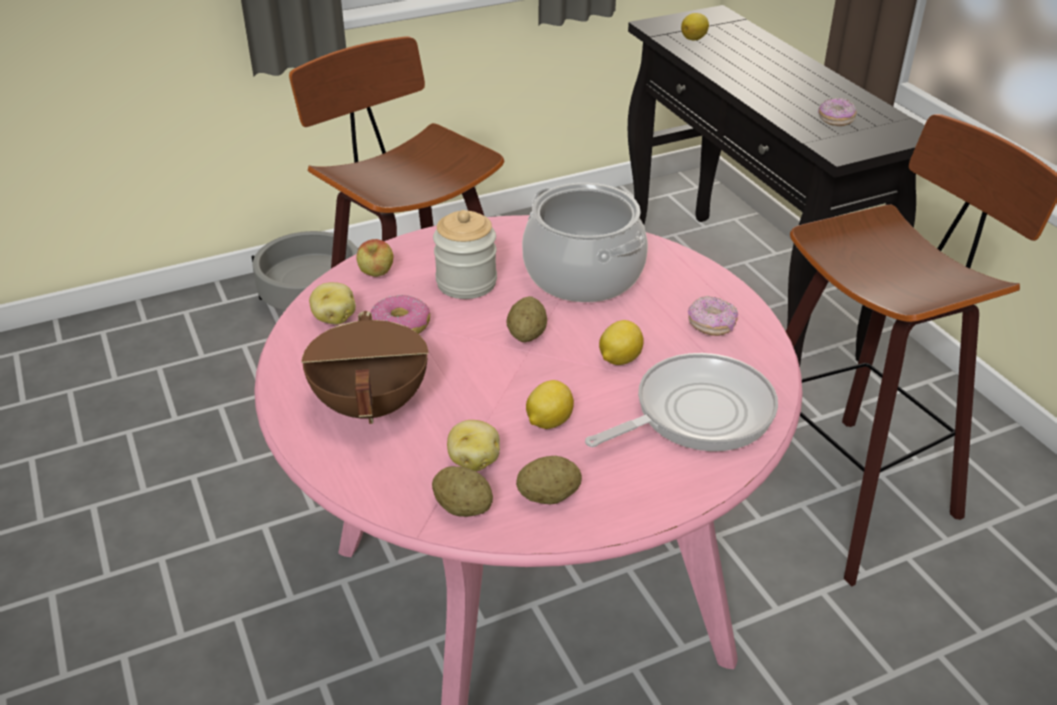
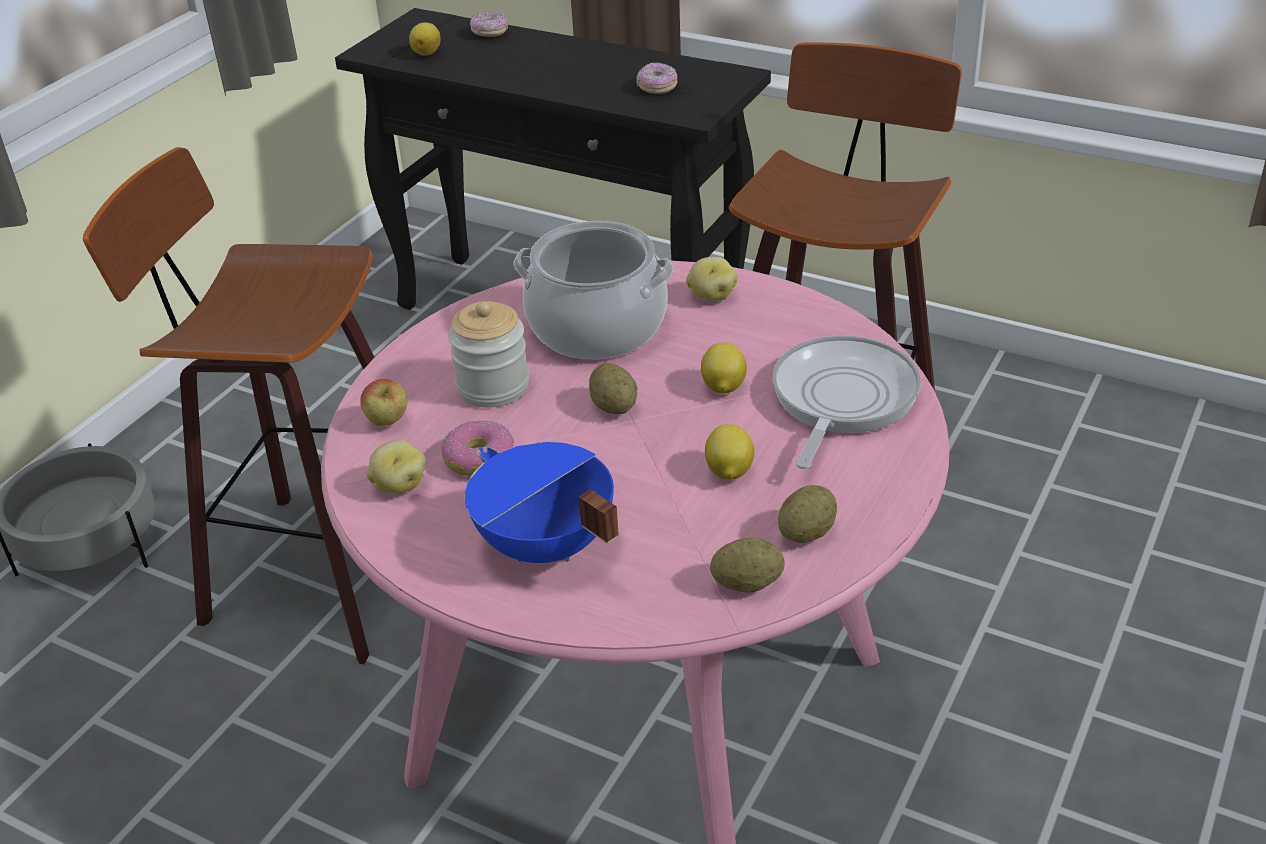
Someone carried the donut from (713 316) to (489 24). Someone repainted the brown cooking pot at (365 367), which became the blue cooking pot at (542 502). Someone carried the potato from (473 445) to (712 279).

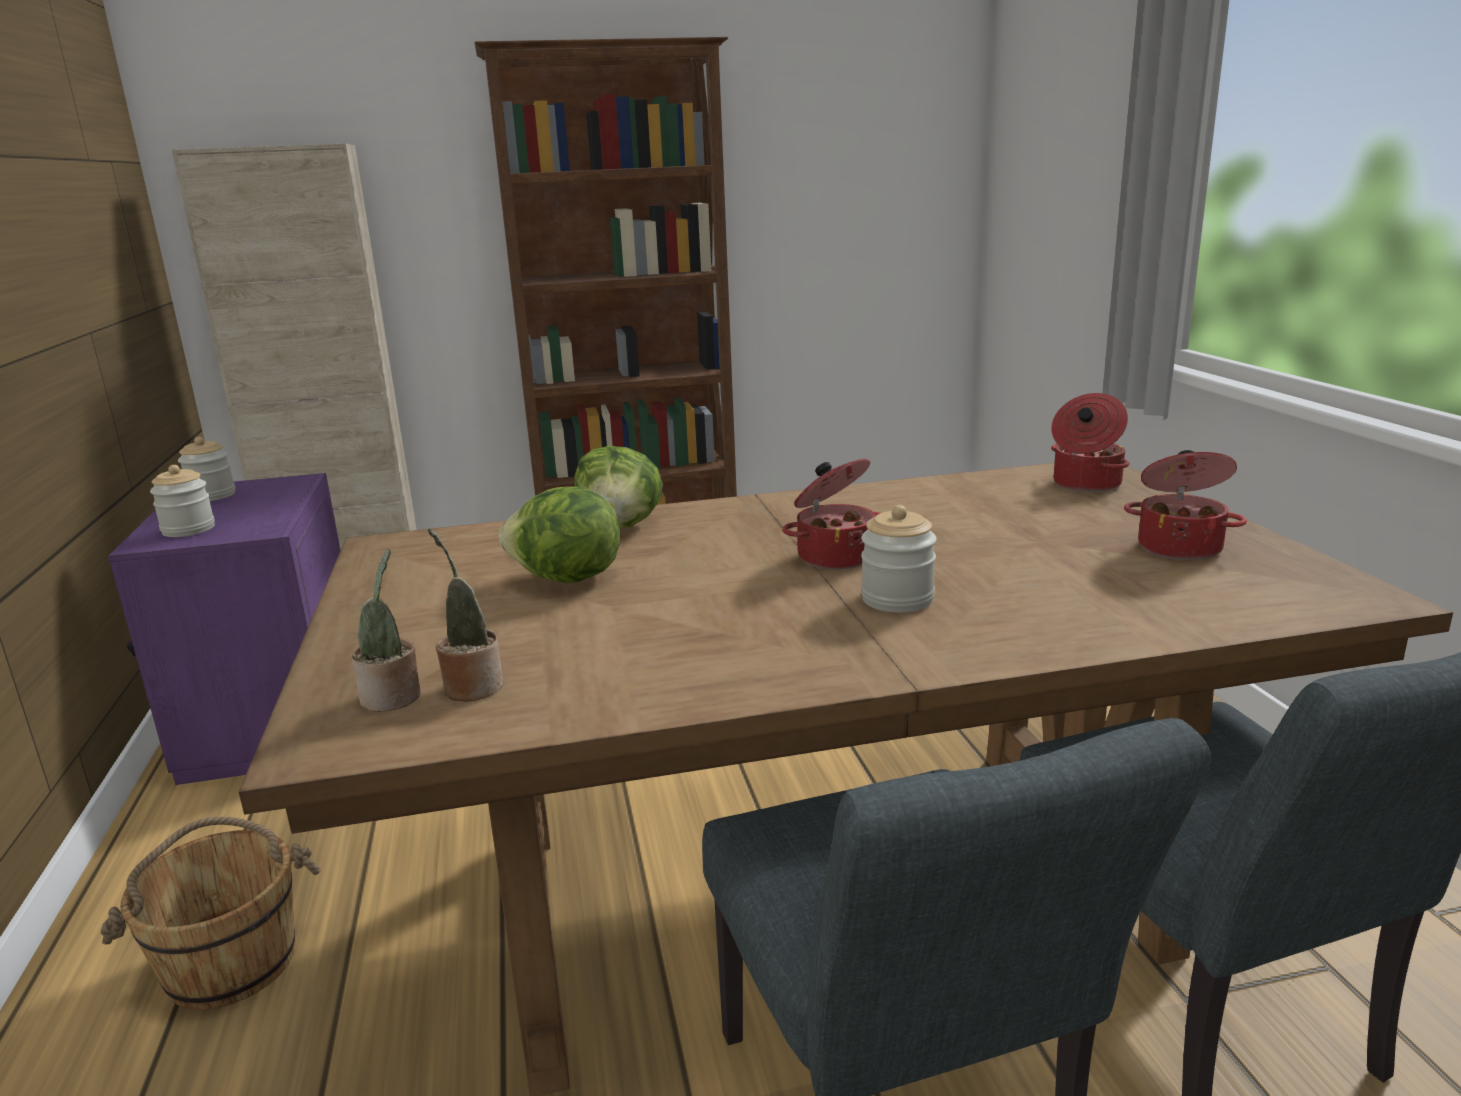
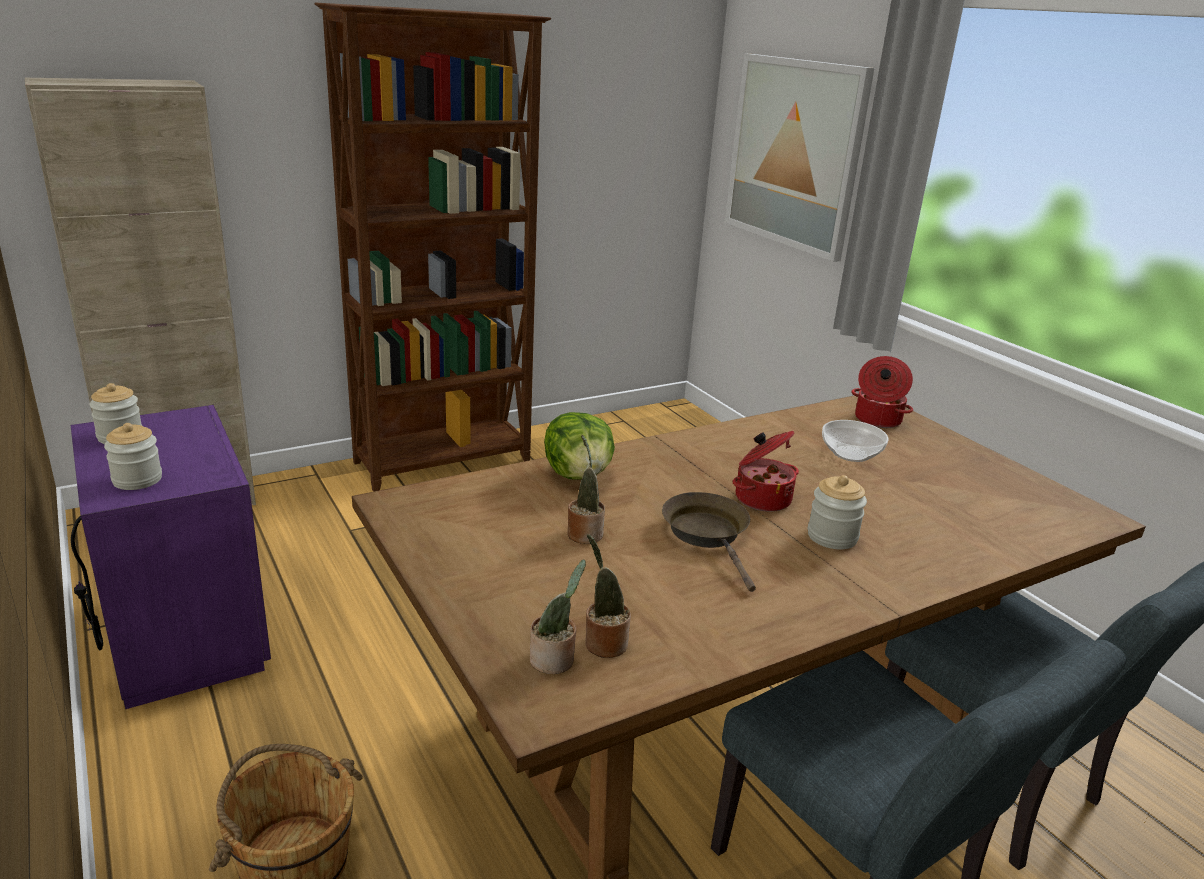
Someone took away the cooking pot at (1185 505). Someone swapped the lettuce at (559 535) for the potted plant at (586 489). Someone put up the picture at (799 158). Someone put down the bowl at (855 441). Someone put down the brown frying pan at (709 542).

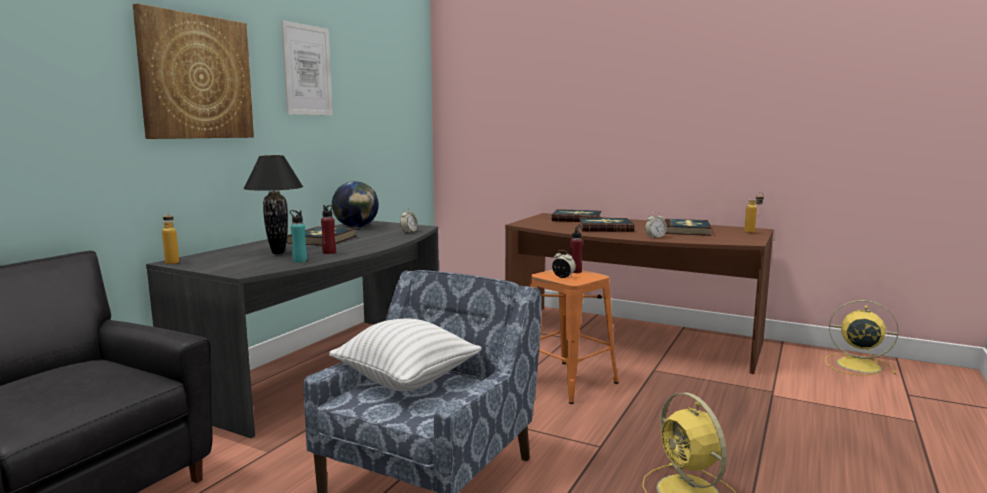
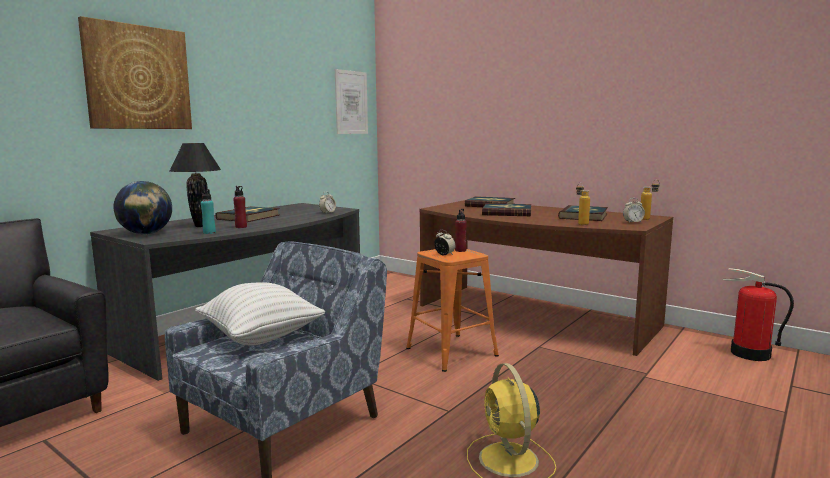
Someone carried the picture from (307 67) to (351 101). Someone carried the globe from (355 204) to (142 207). Someone carried the bottle from (170 237) to (583 203). Someone carried the alarm clock from (656 225) to (634 210). Someone swapped the yellow fan at (862 337) for the fire extinguisher at (758 314).

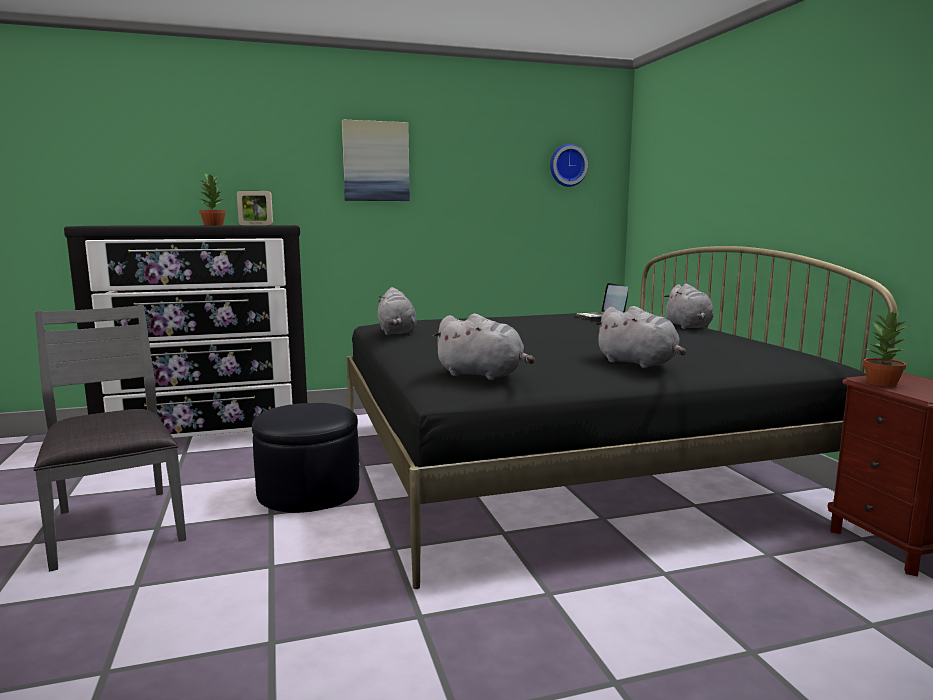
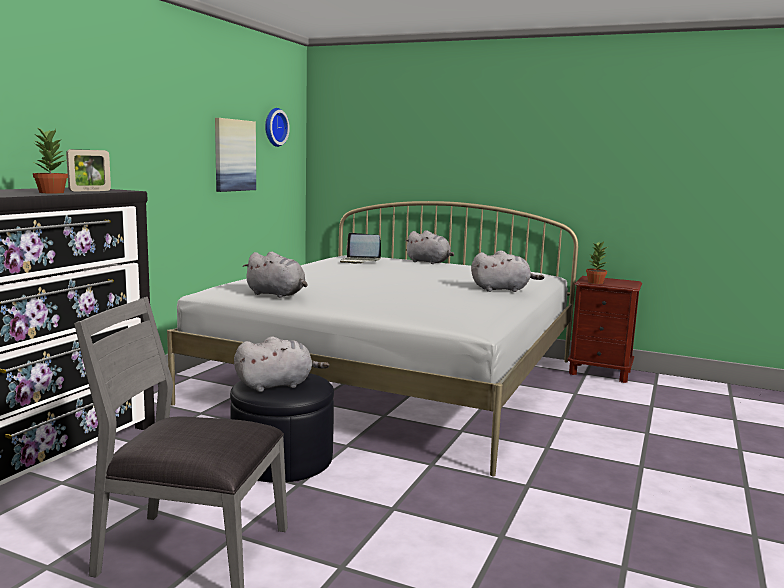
Someone carried the picture from (376 160) to (235 155). Someone repainted the black bed at (622 417), which became the white bed at (372 338). Someone carried the grey plush toy from (483 347) to (281 364).

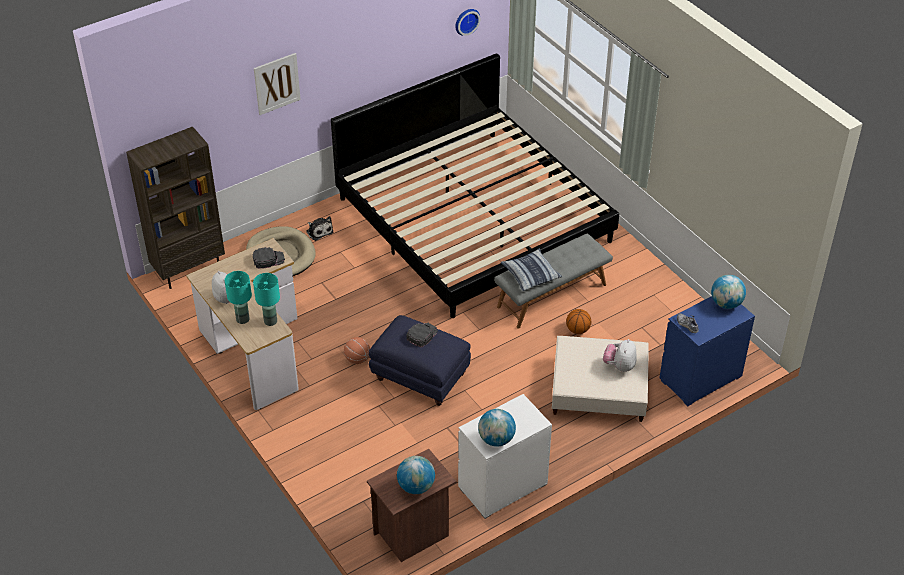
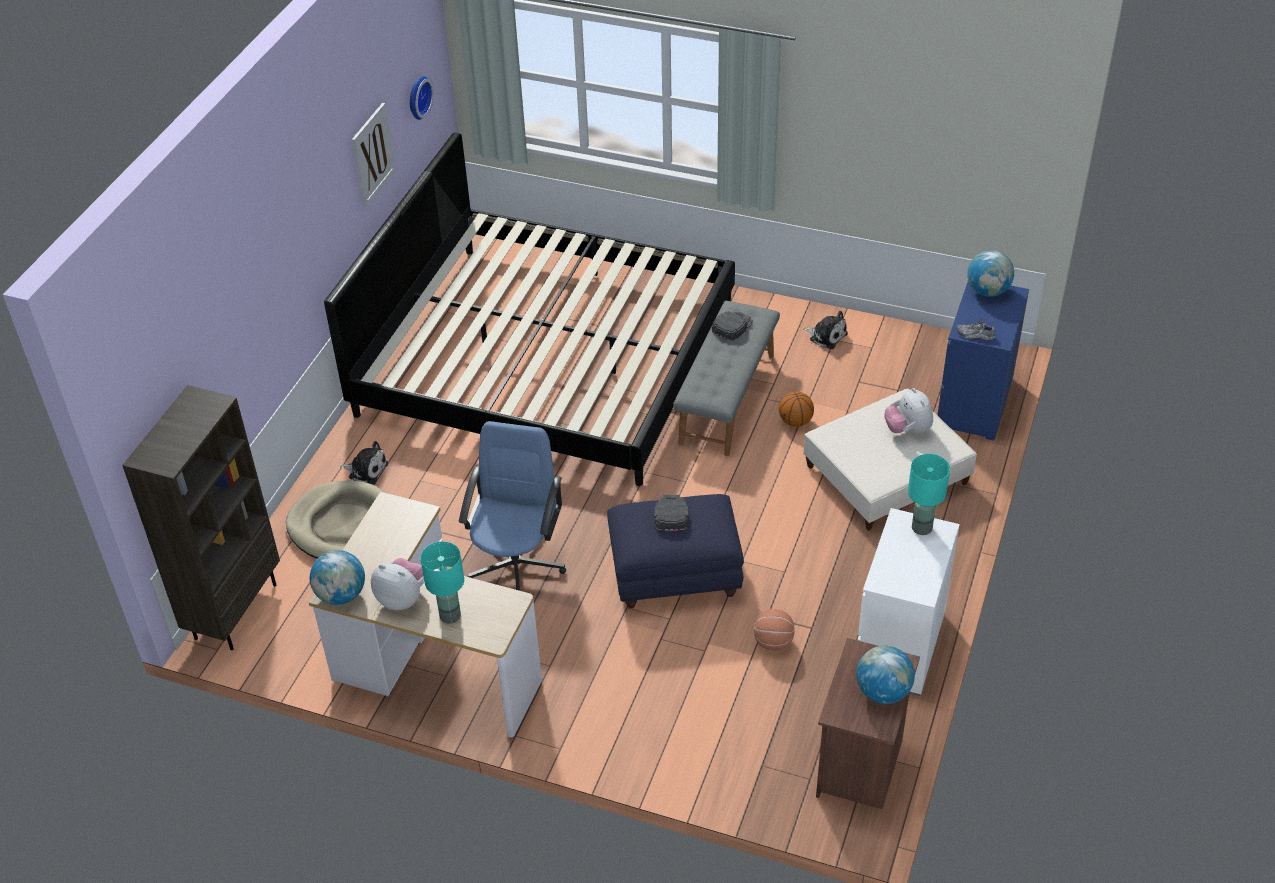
Someone carried the picture from (277 84) to (373 155). Someone carried the black cap from (269 258) to (732 326). Someone took away the pillow at (531 270). Someone carried the turquoise table lamp from (266 299) to (929 494). Someone carried the basketball from (357 350) to (774 630). Someone carried the globe from (497 427) to (337 577). Someone put down the plush toy at (825 330). Someone put down the blue office chair at (512 506).

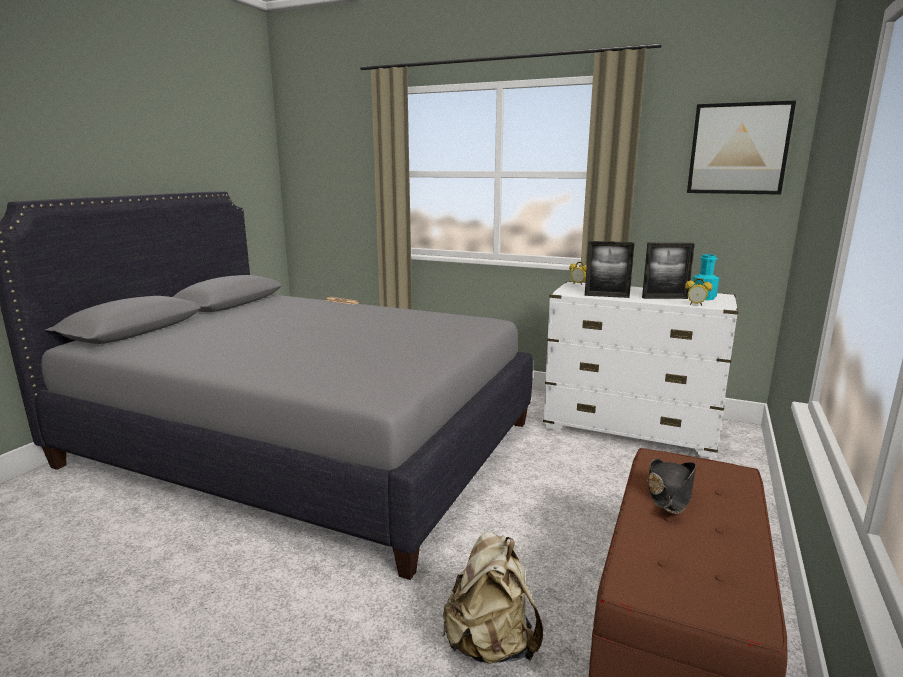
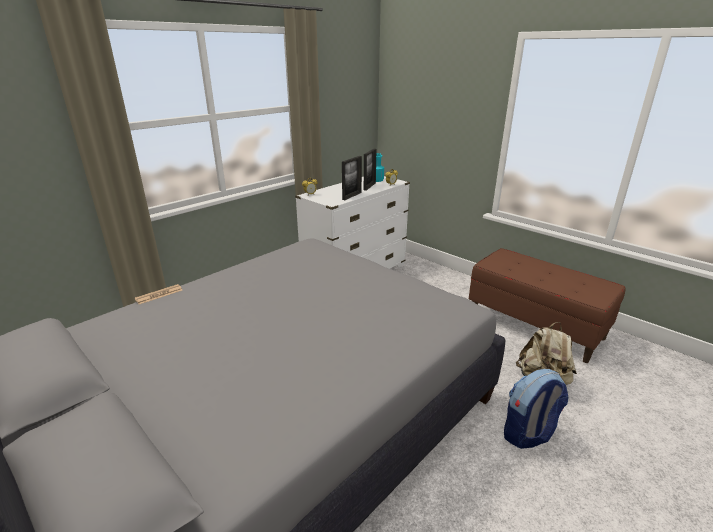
Someone took away the picture at (741 147). Someone took away the black hat at (671 486). Someone put down the backpack at (536 409).

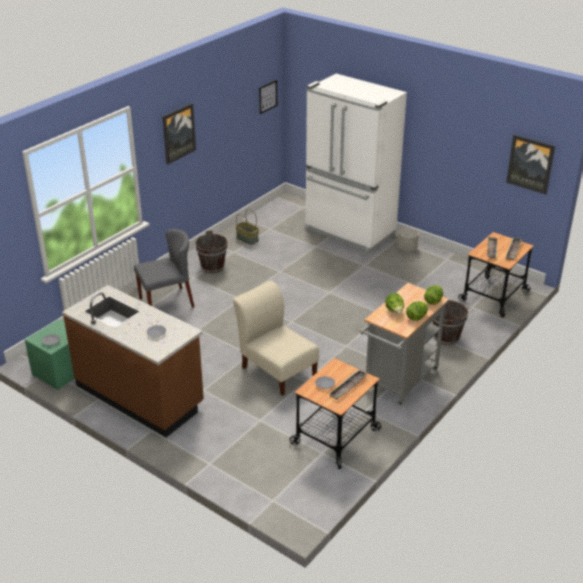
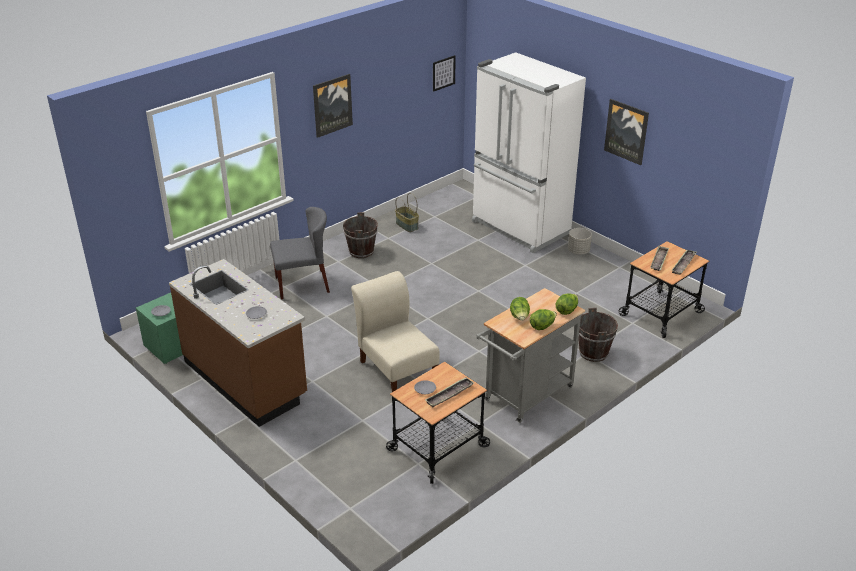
Someone carried the picture from (530 165) to (626 132).

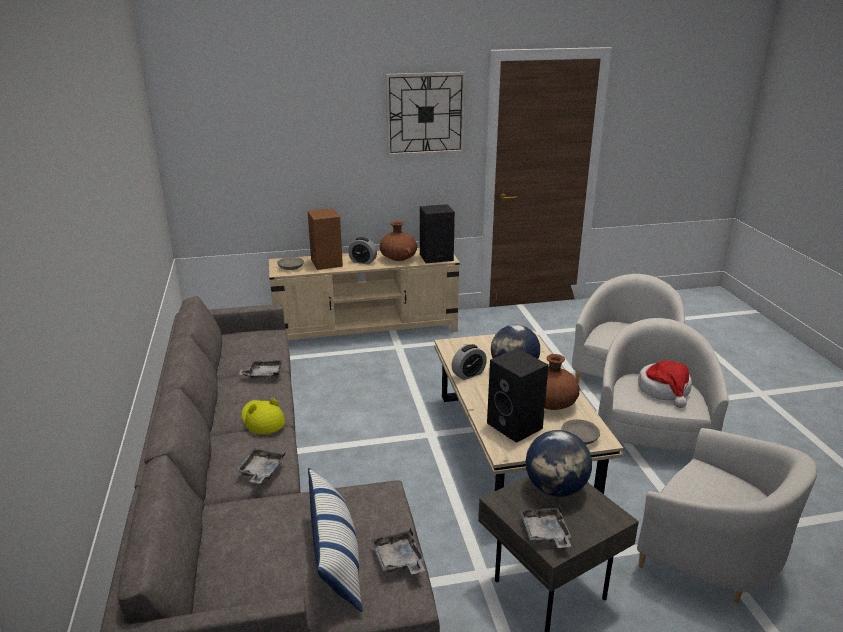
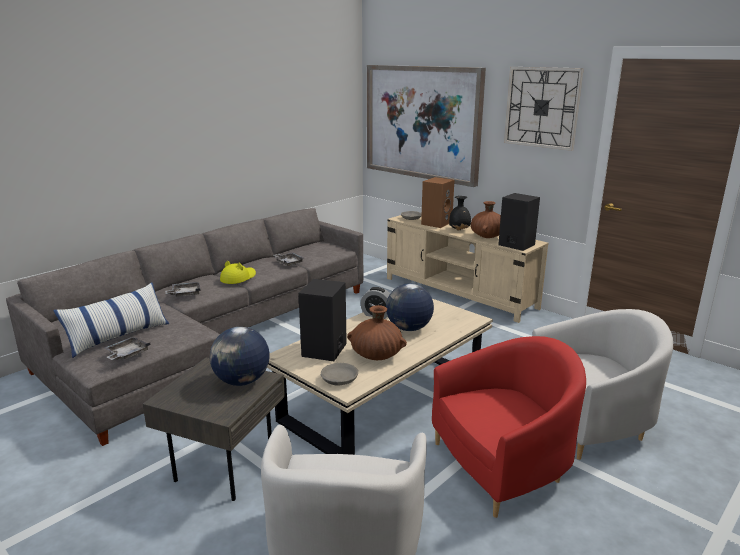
Someone swapped the alarm clock at (362 251) for the black vase at (460 213). Someone repainted the white armchair at (663 385), which became the red armchair at (509 427). Someone took away the hat at (665 384). Someone took away the grey tray at (545 526). Someone put up the picture at (426 126).

